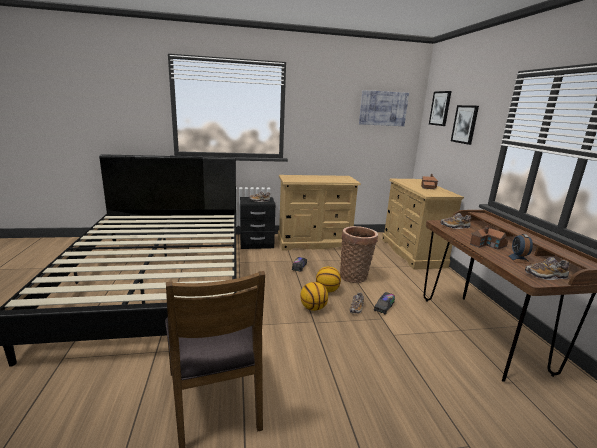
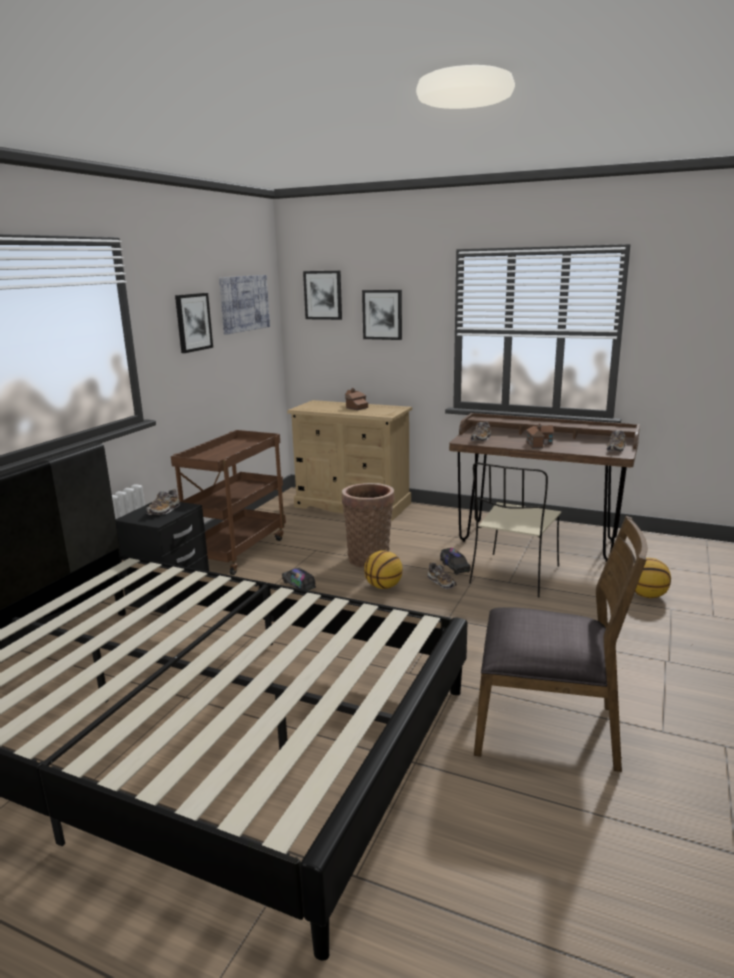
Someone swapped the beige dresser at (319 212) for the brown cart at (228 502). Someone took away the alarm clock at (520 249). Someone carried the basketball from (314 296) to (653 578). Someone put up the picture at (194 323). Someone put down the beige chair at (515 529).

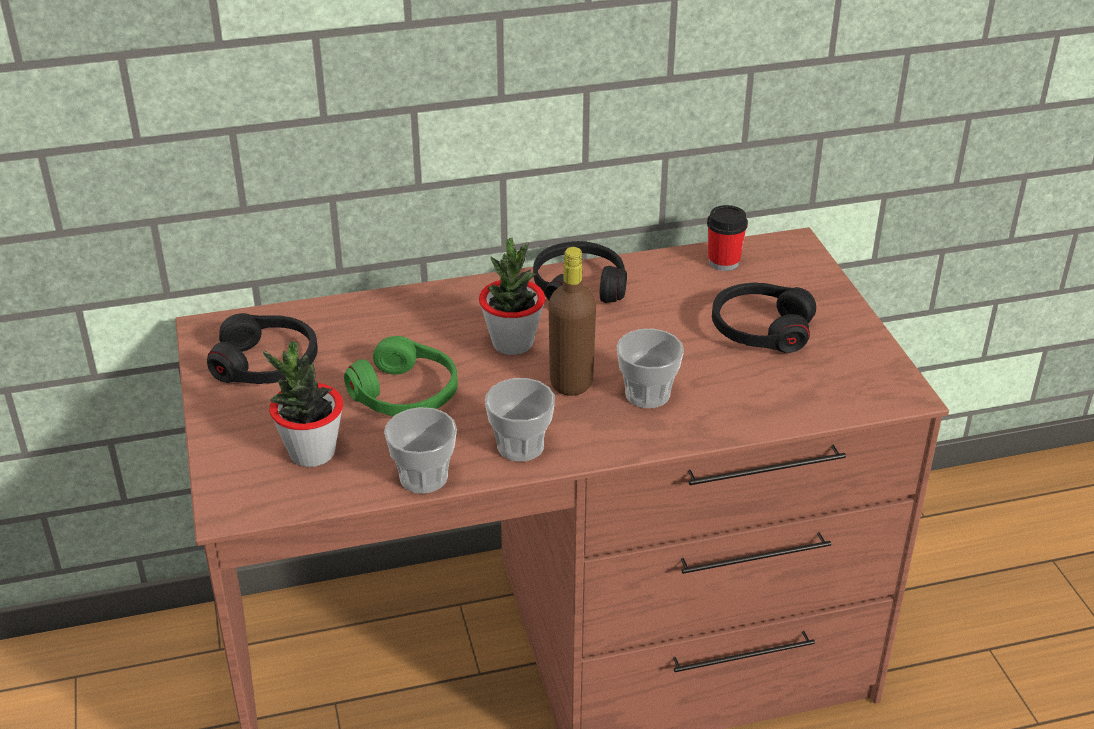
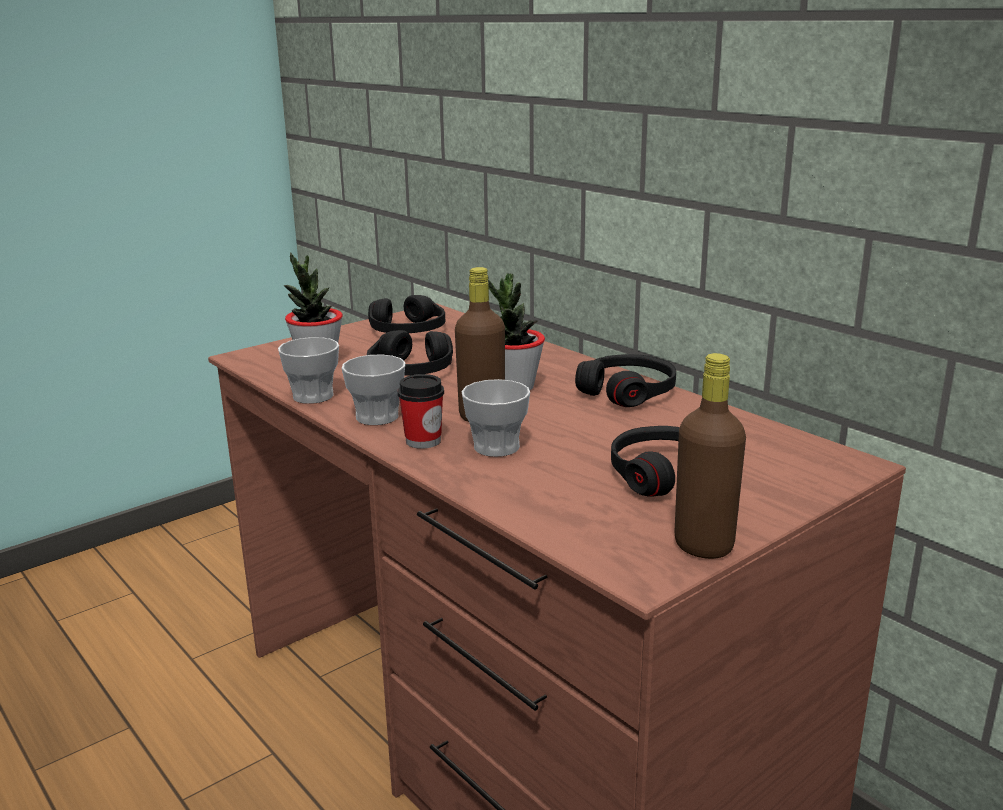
Someone carried the cup from (727 238) to (421 411). Someone repainted the green headphones at (401 376), which became the black headphones at (410 353). Someone put down the brown bottle at (710 456).

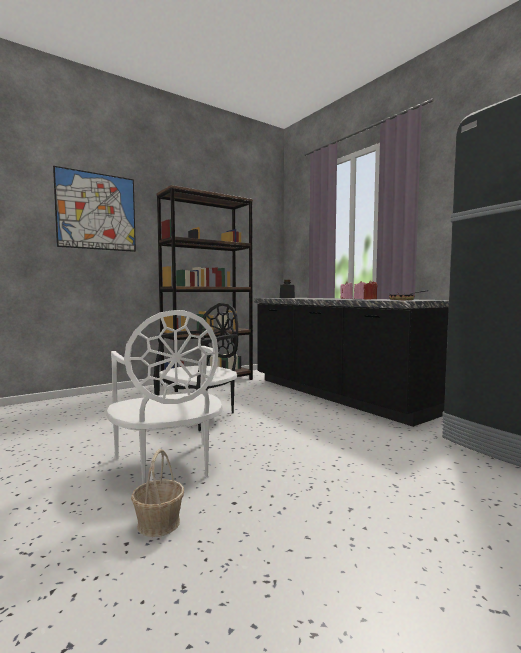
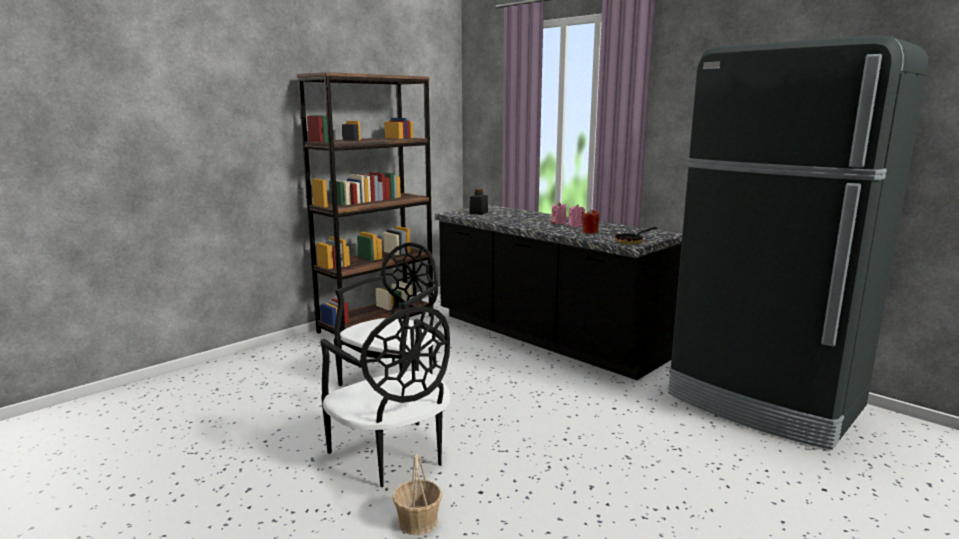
Someone took away the picture at (94 209). Someone repainted the white chair at (164 397), which became the black chair at (385 396).

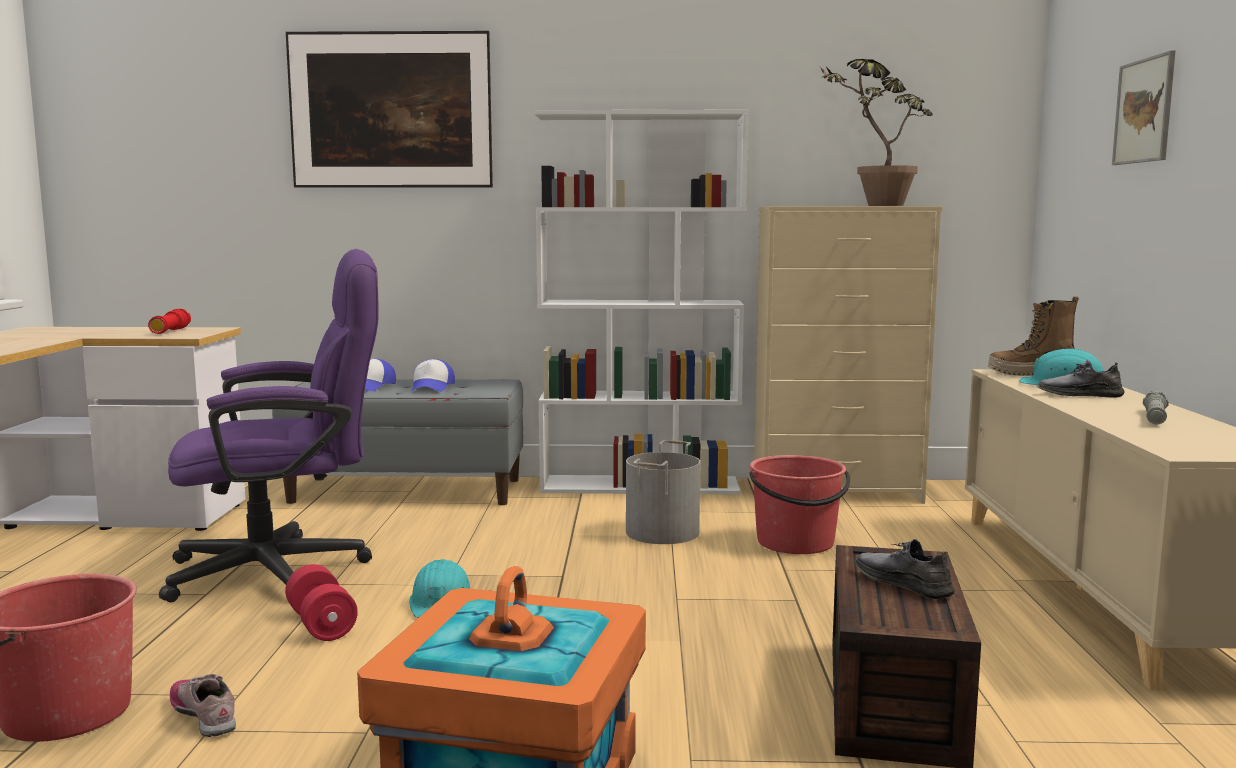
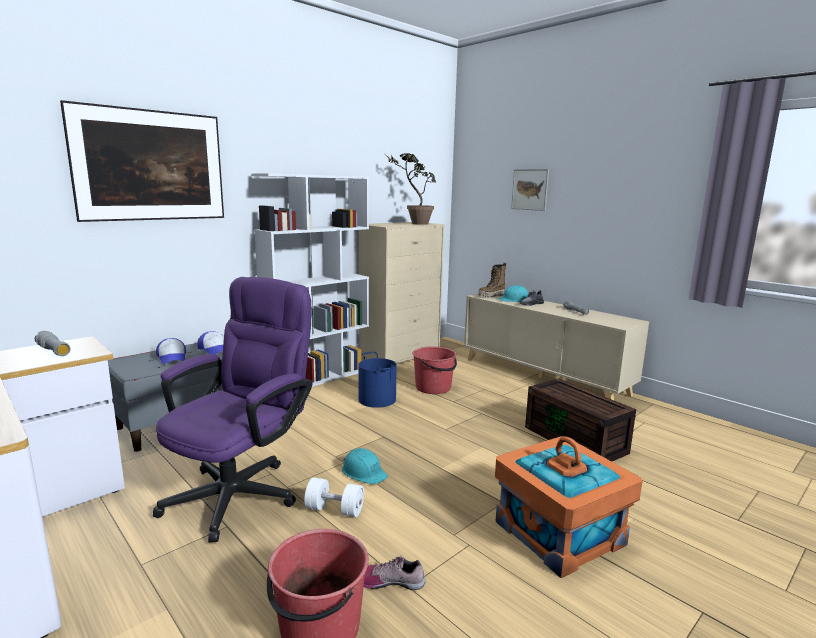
Someone repainted the red flashlight at (169 321), which became the grey flashlight at (53 343). Someone repainted the grey bucket at (663 492), which became the blue bucket at (377 379). Someone took away the grey shoe at (905 569). Someone repainted the red dumbbell at (321 602), which became the white dumbbell at (334 497).

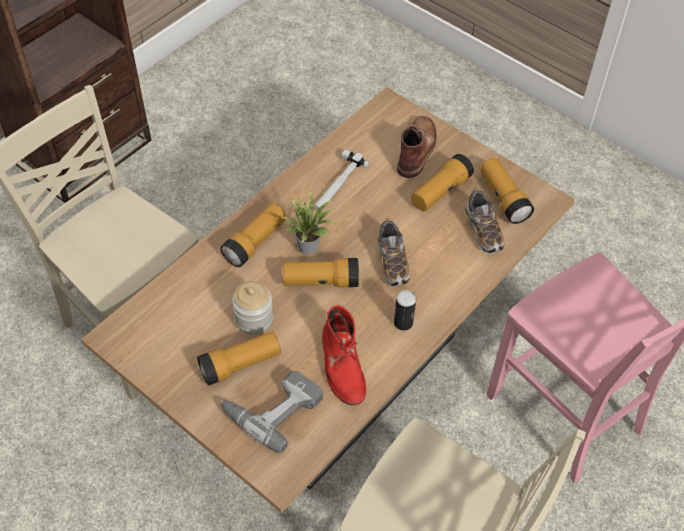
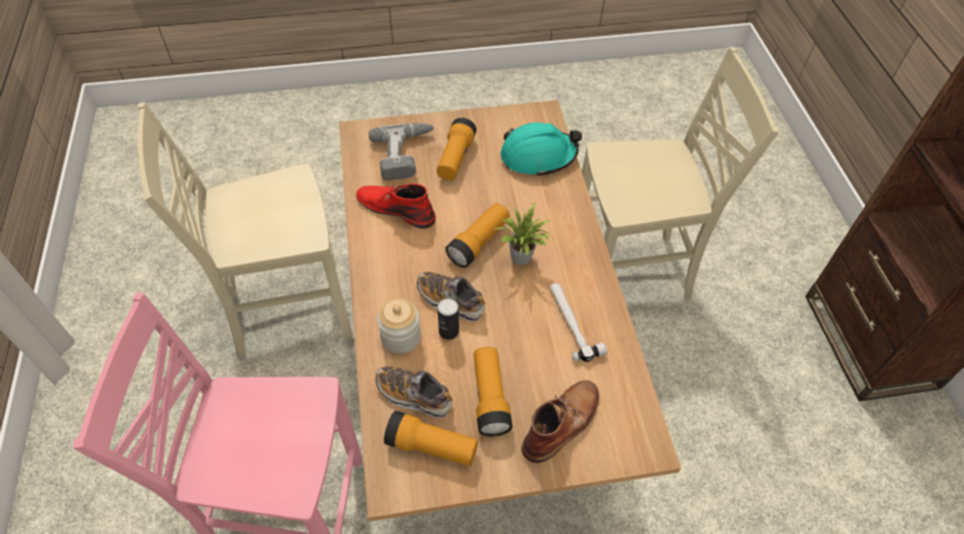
Someone rotated the brown boot at (417 147) by 105 degrees counterclockwise. Someone took away the flashlight at (253 235). Someone carried the jar from (252 307) to (399 326). Someone carried the can from (405 310) to (448 319). Someone put down the turquoise hard hat at (541 150).

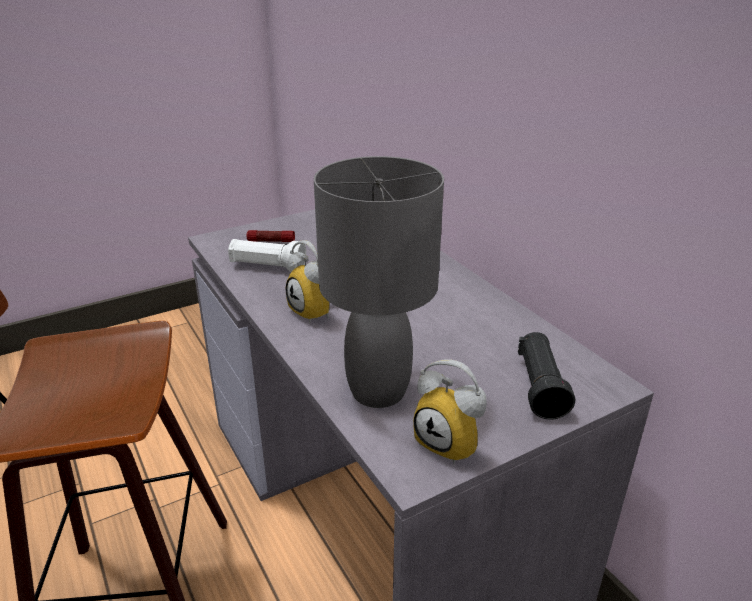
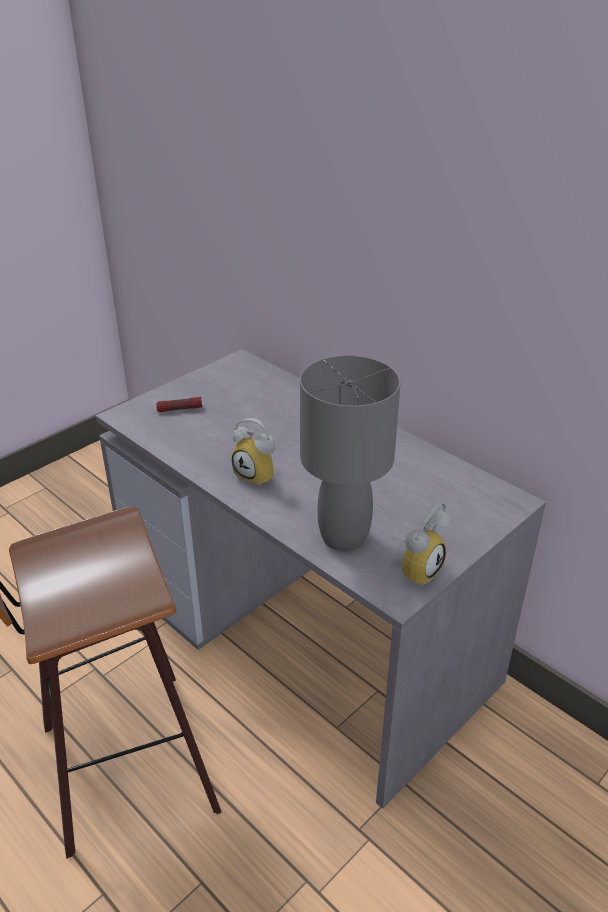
Someone took away the white flashlight at (267 255). Someone took away the black flashlight at (546 376). Someone rotated the alarm clock at (450 411) by 75 degrees counterclockwise.

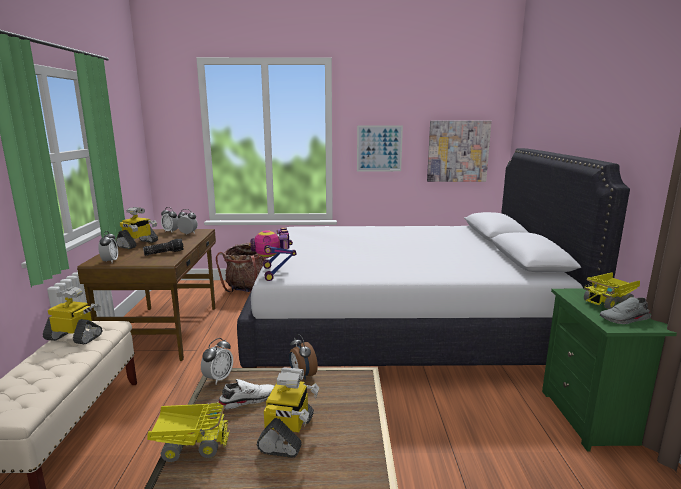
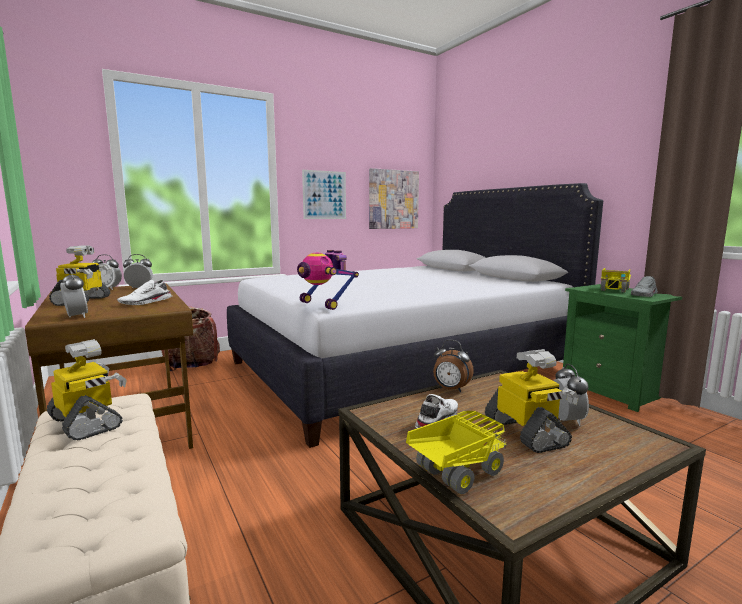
Someone swapped the flashlight at (163 247) for the white shoe at (145 292). Someone rotated the toy robot at (72 315) by 60 degrees clockwise. Someone carried the alarm clock from (217 361) to (571 395).

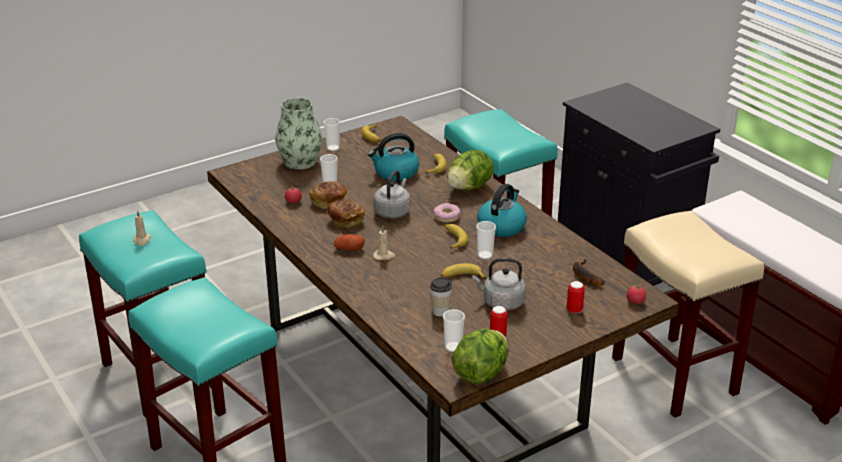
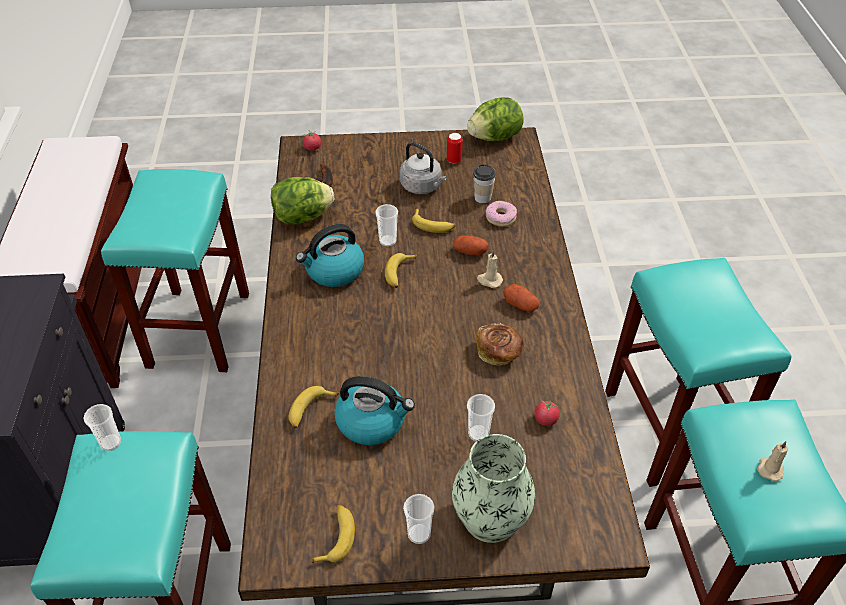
Someone carried the lettuce from (470 170) to (302 201). Someone took away the grey kettle at (391 194). Someone took away the bread at (328 195). Someone carried the donut from (447 213) to (501 214). Someone repainted the beige stool at (688 314), which became the turquoise stool at (175 270). Someone took away the can at (576 297). Someone carried the cup from (454 330) to (102 427). Someone put down the potato at (471 245).

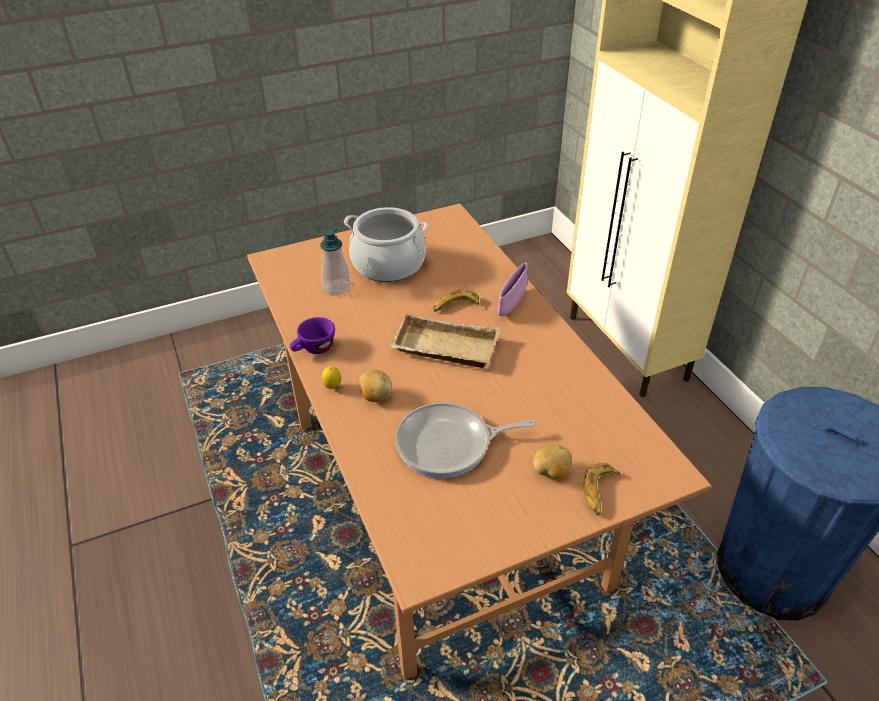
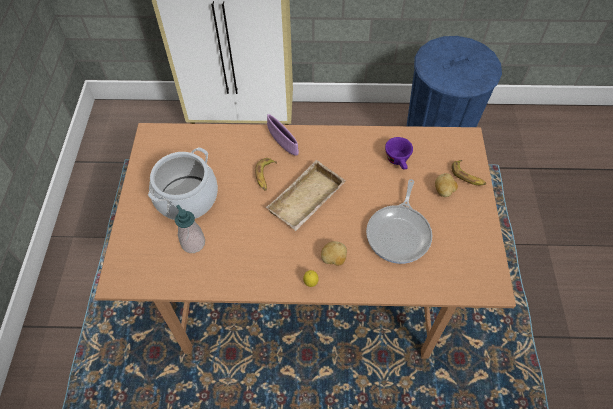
Someone carried the purple cup from (312 335) to (399 153).

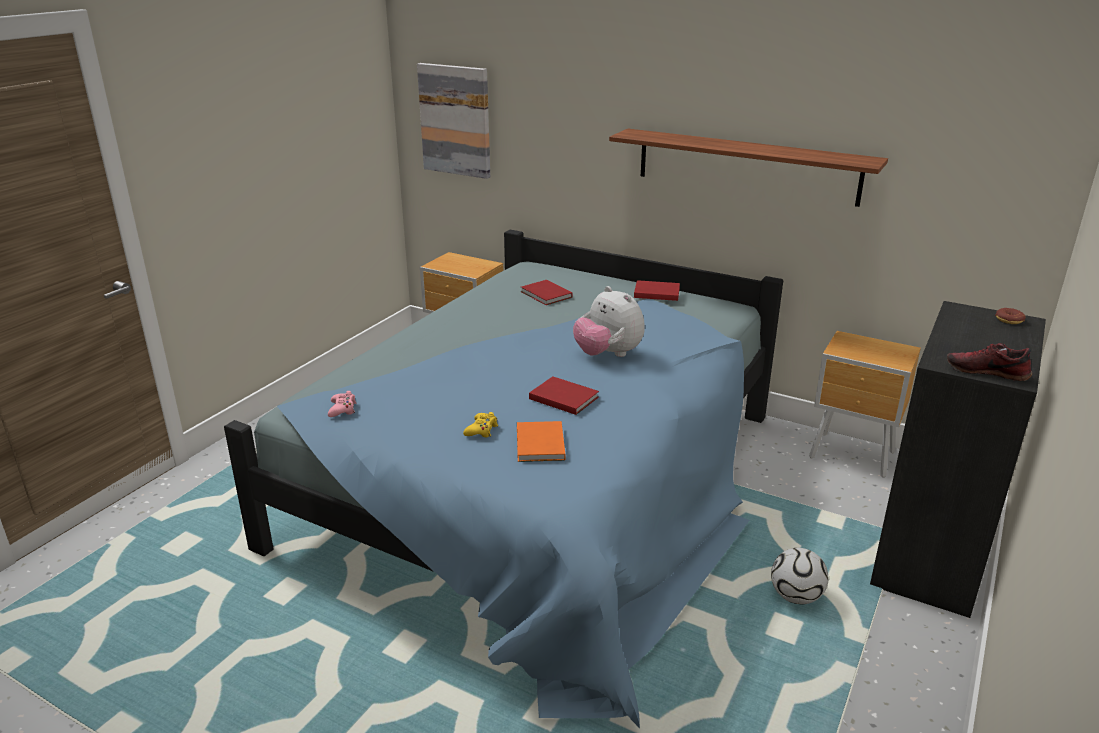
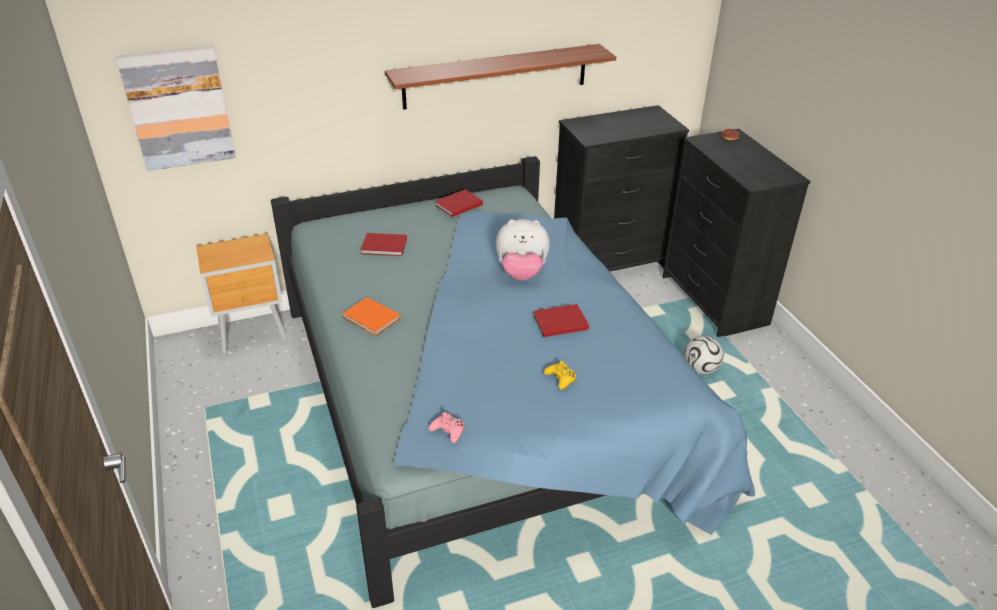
Someone swapped the brown nightstand at (865 404) for the black dresser at (621 188). Someone took away the shoe at (989 362). Someone carried the orange book from (541 441) to (371 316).

